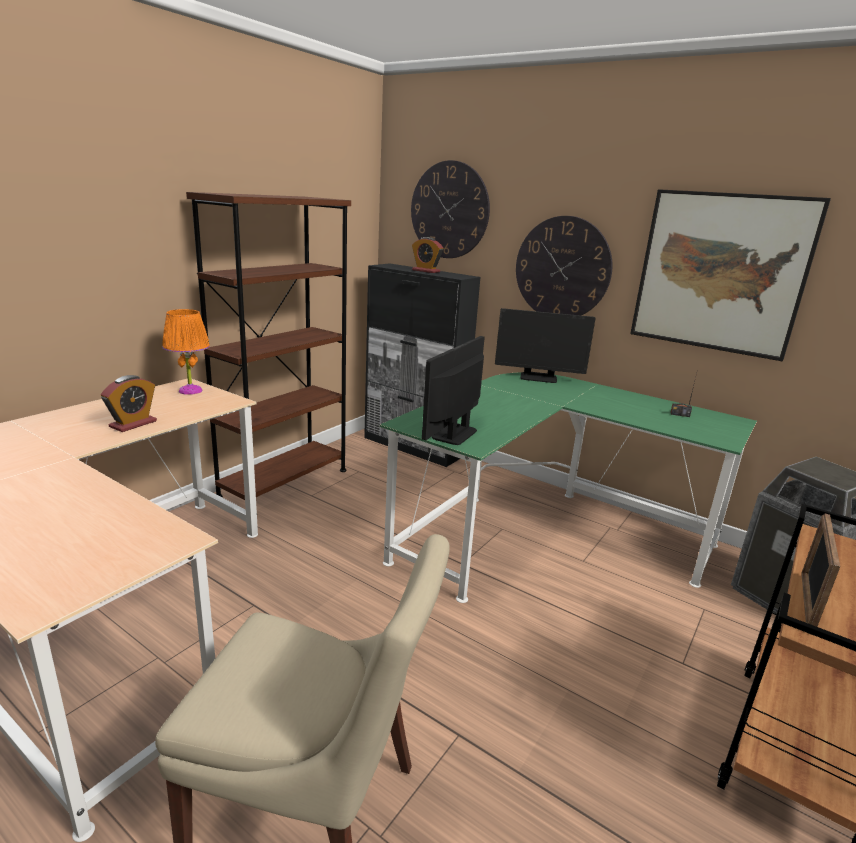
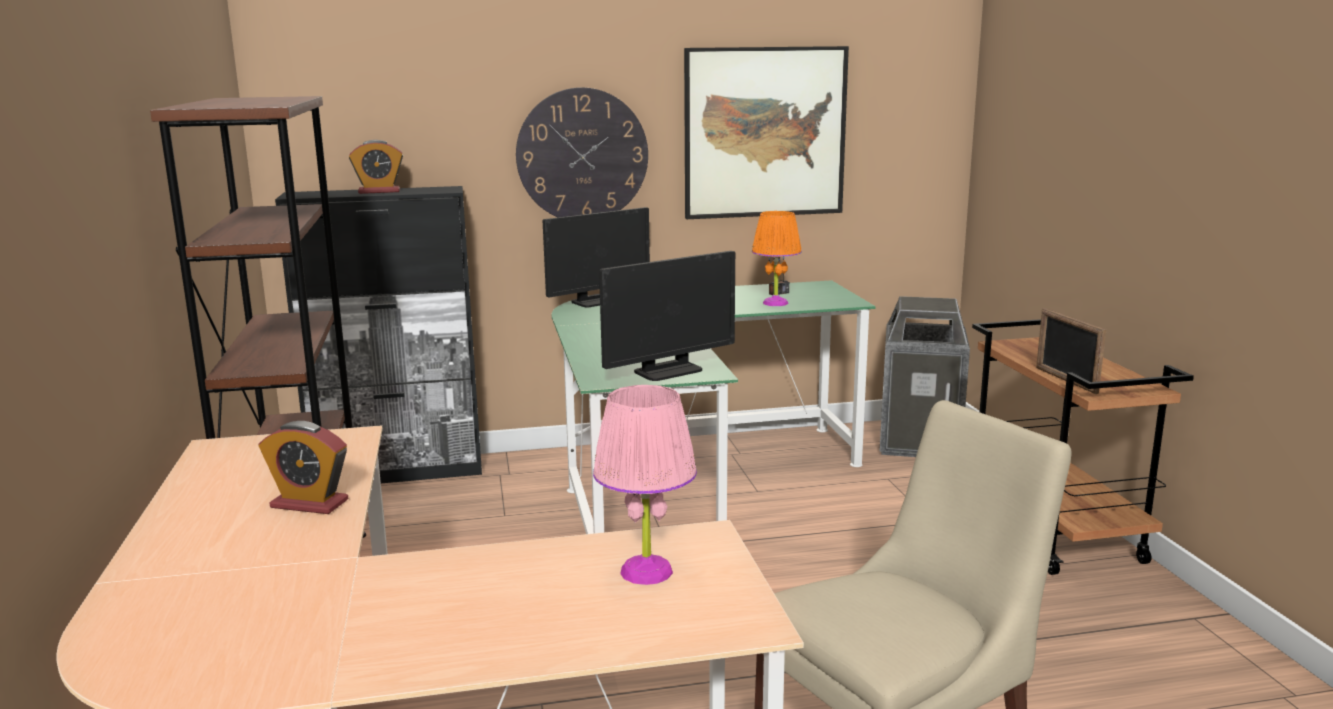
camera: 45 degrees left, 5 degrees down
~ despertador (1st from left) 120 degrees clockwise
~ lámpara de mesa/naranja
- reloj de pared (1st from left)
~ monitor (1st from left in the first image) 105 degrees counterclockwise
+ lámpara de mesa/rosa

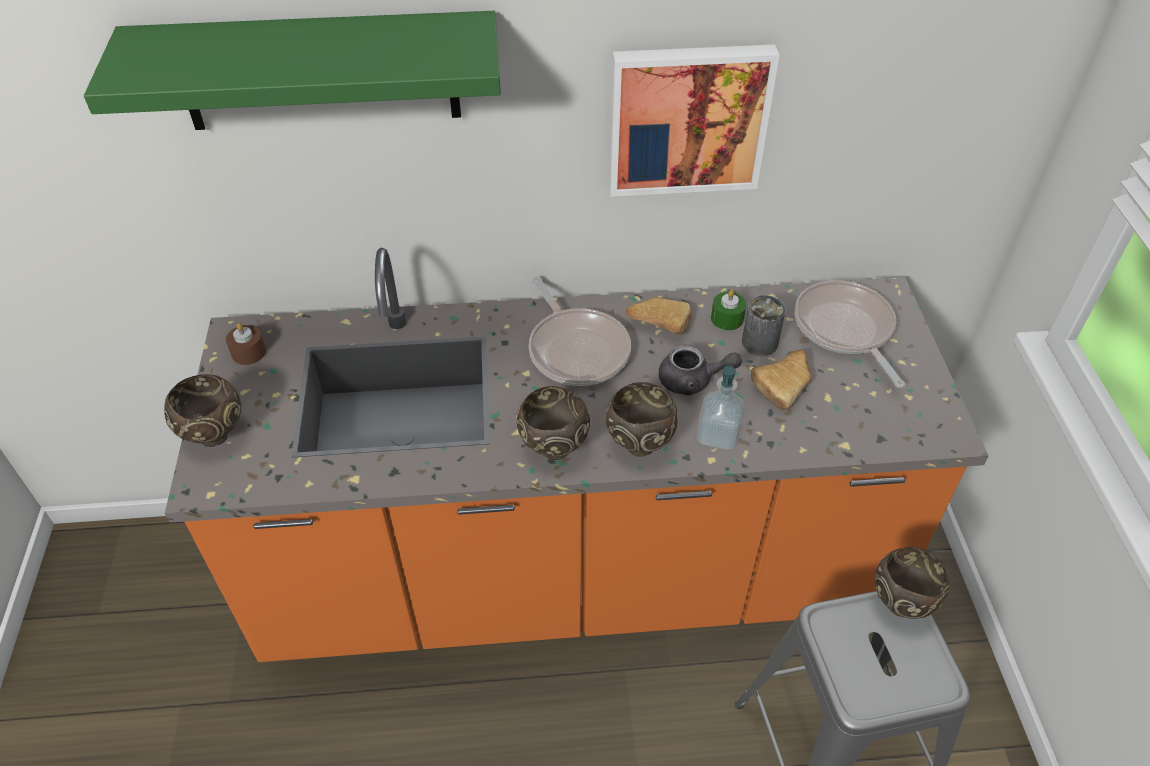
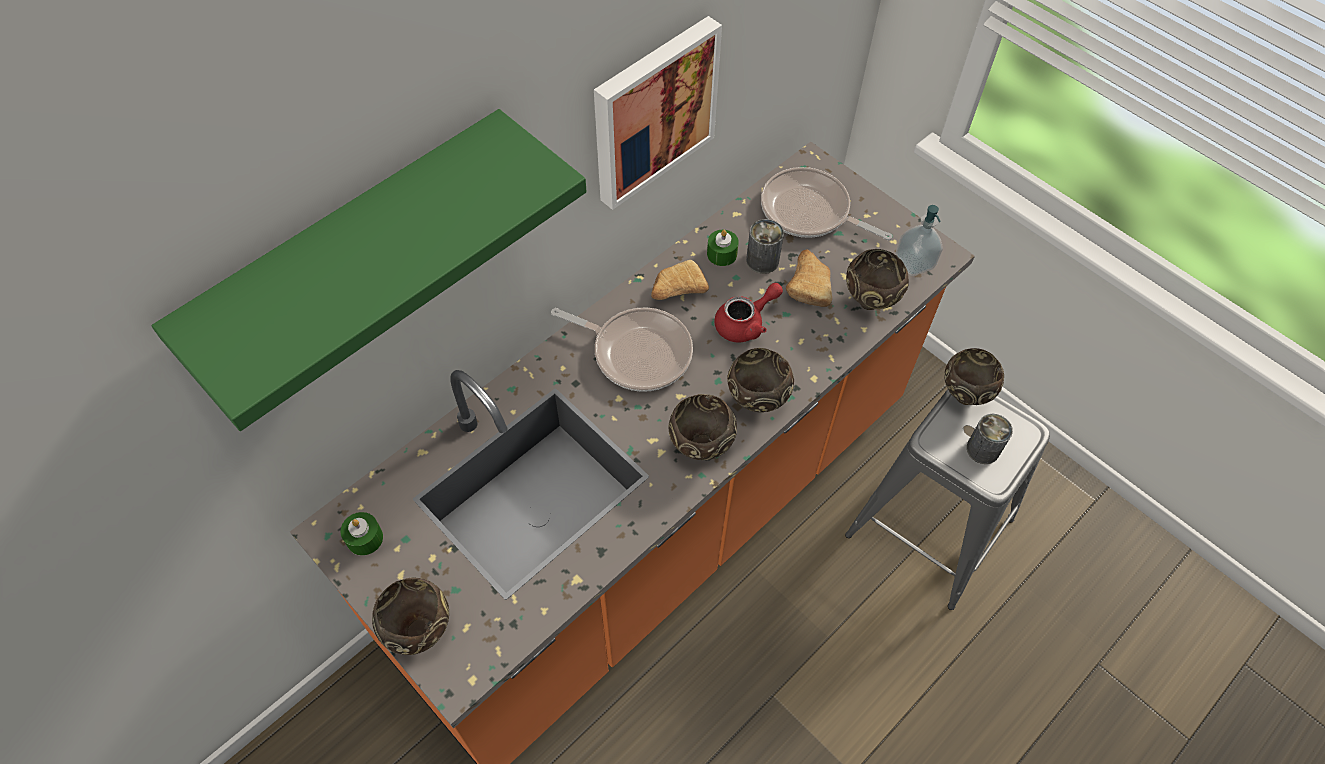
camera: 40 degrees left, 10 degrees up
~ vela/marrón to vela/verde (1st from left)
~ tetera/gris to tetera/rojo
~ dispensador de jabón
+ cuenco/marrón (4th from left)
+ lata (2nd from left)

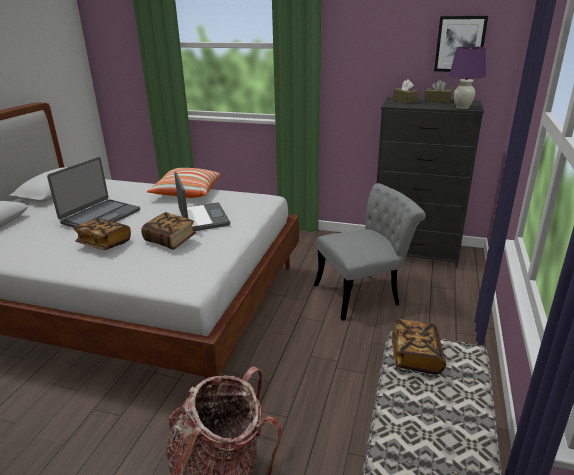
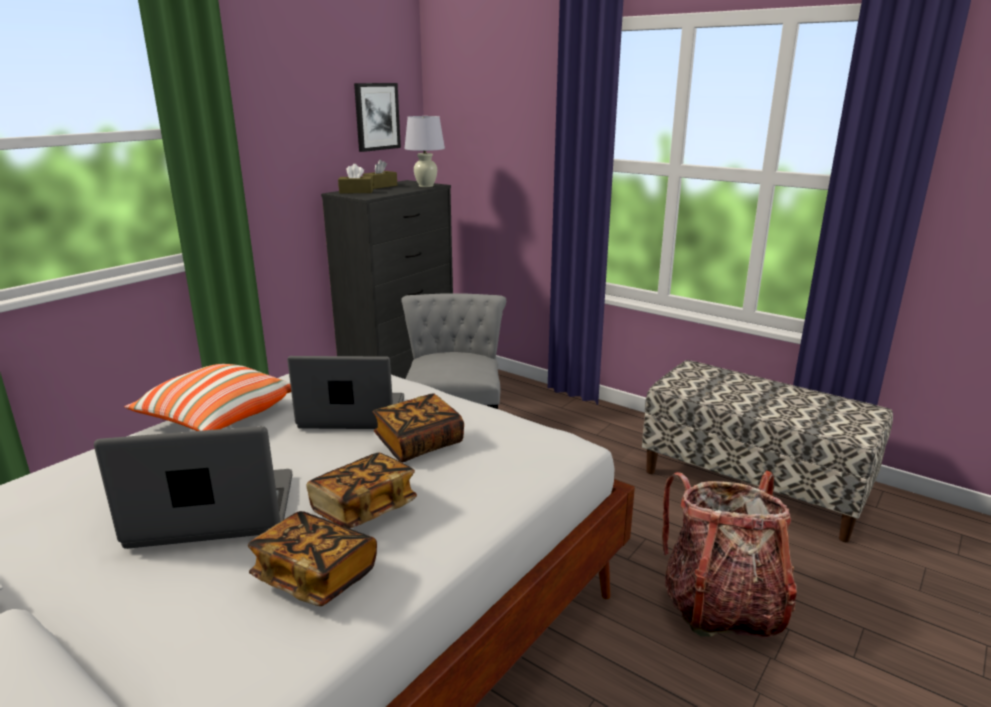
camera: 70 degrees left, 5 degrees down
~ portátil (1st from left) 60 degrees counterclockwise
~ libro (3rd from left in the first image) to libro (1st from left)
~ lámpara de mesa/morado to lámpara de mesa/blanco

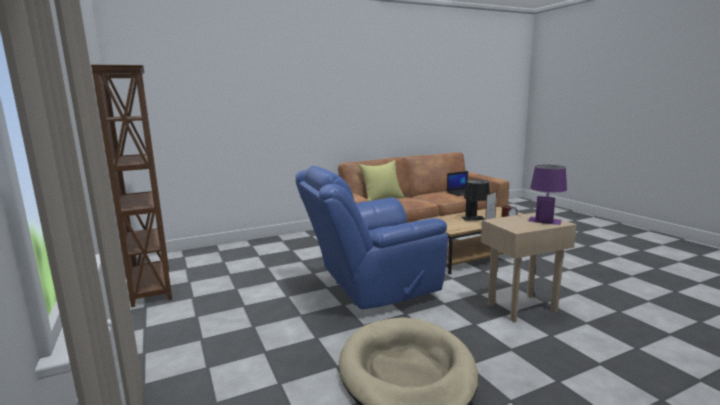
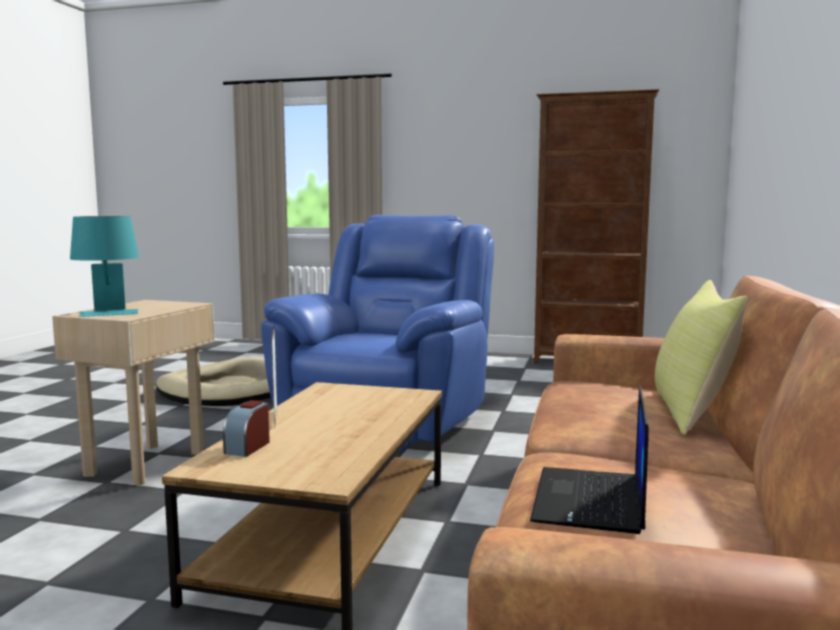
camera: 130 degrees right, 5 degrees down
- lámpara de mesa/negro
~ lámpara de mesa/morado to lámpara de mesa/turquesa

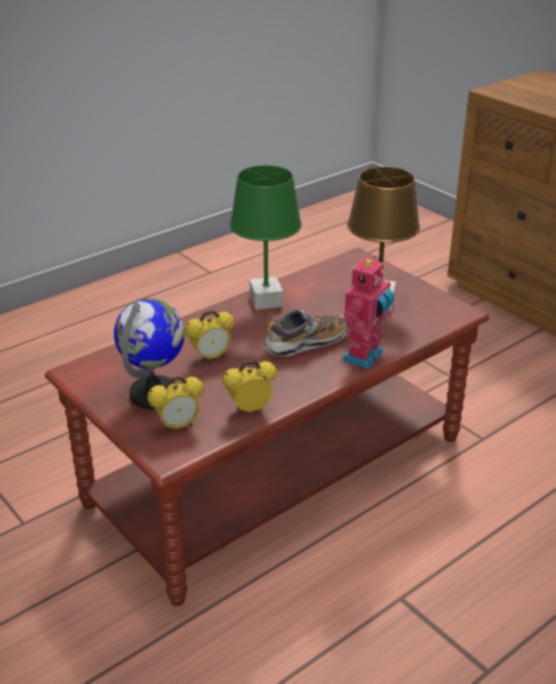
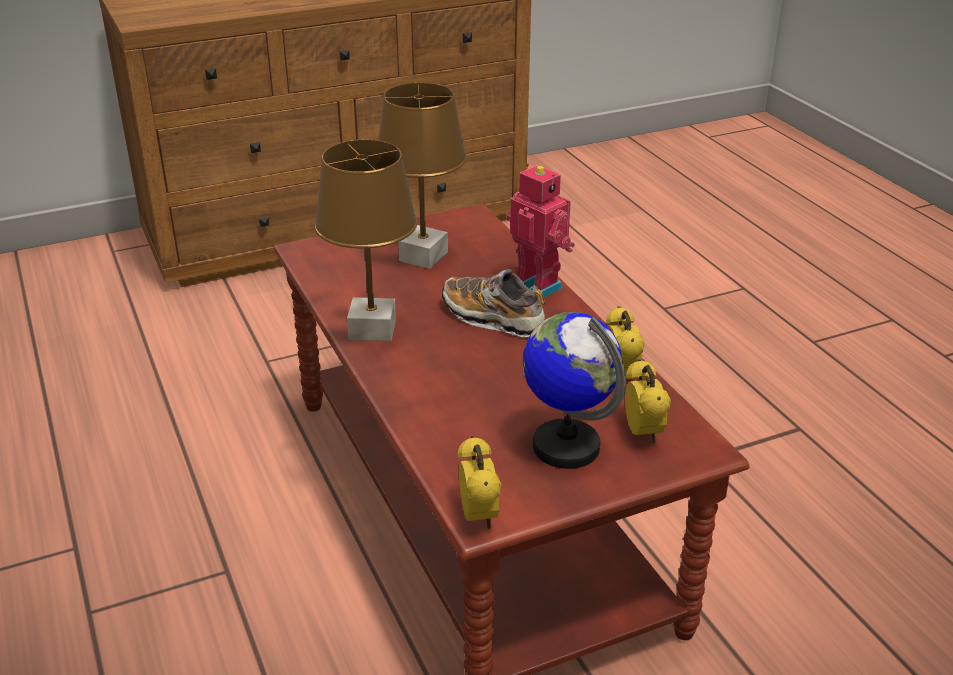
camera: 75 degrees left, 0 degrees up
~ despertador (2nd from left in the first image) to despertador (1st from left)
~ lámpara de mesa/verde to lámpara de mesa/marrón (1st from left)
~ zapato 45 degrees counterclockwise

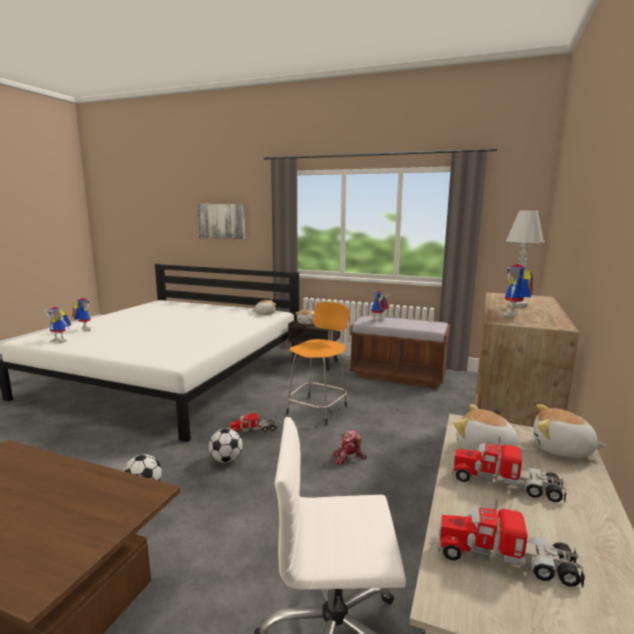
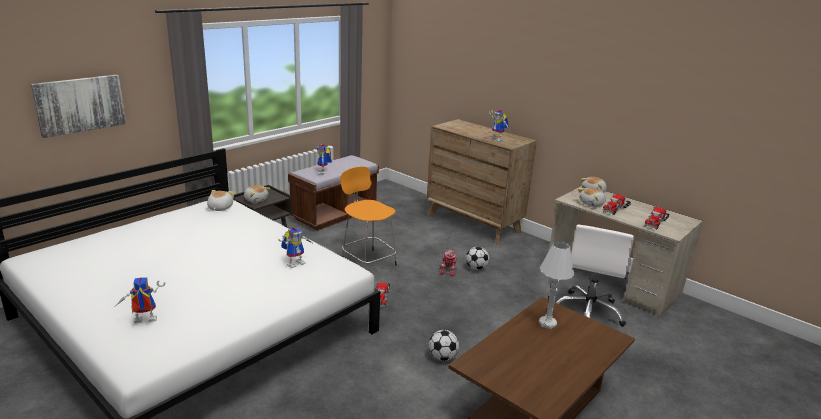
camera: 70 degrees left, 10 degrees up
~ robot de juguete (1st from left in the first image) to robot de juguete (2nd from left)
~ balón de fútbol (2nd from left)
~ lámpara de mesa/blanco

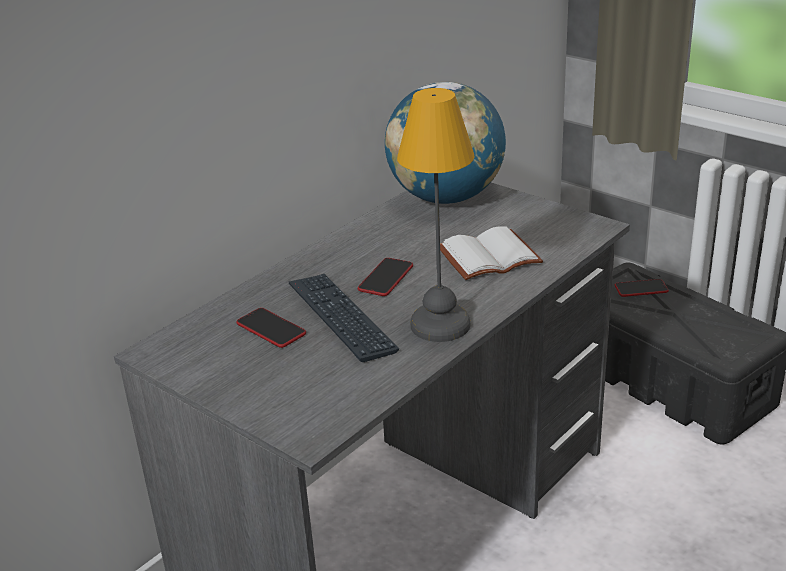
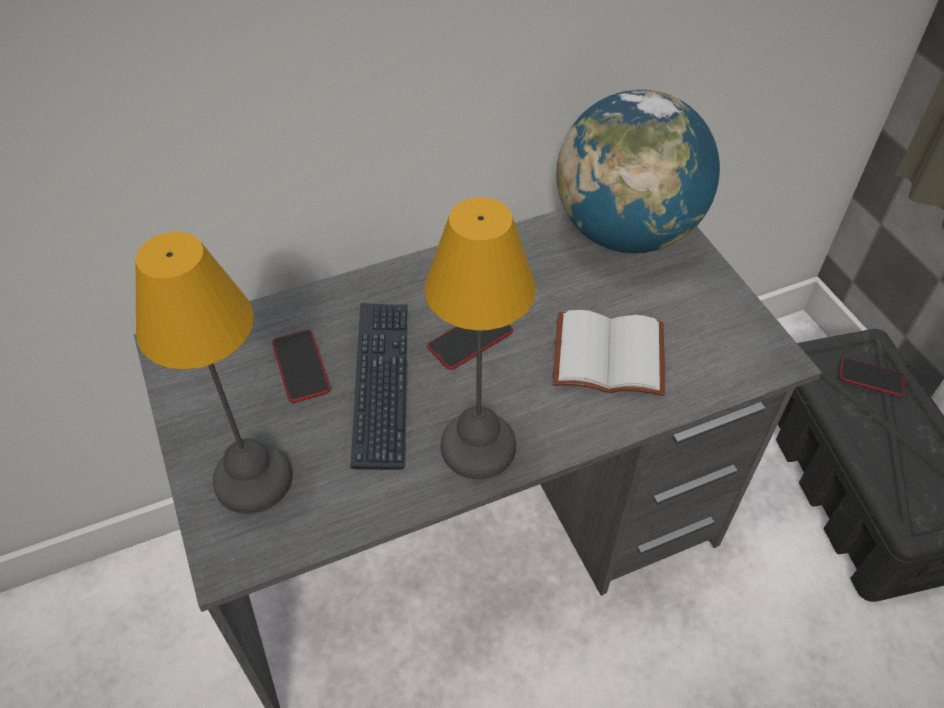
camera: 25 degrees right, 20 degrees up
+ lámpara de mesa (1st from left)

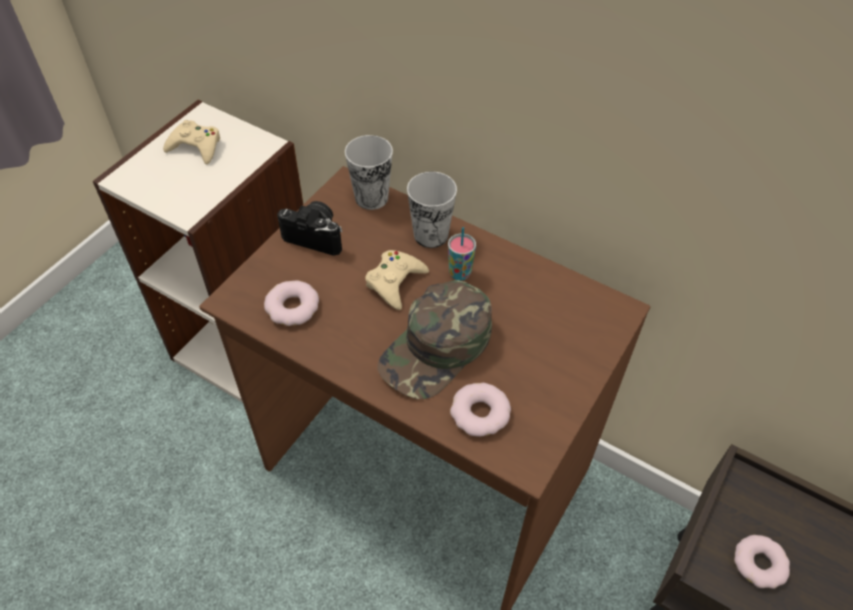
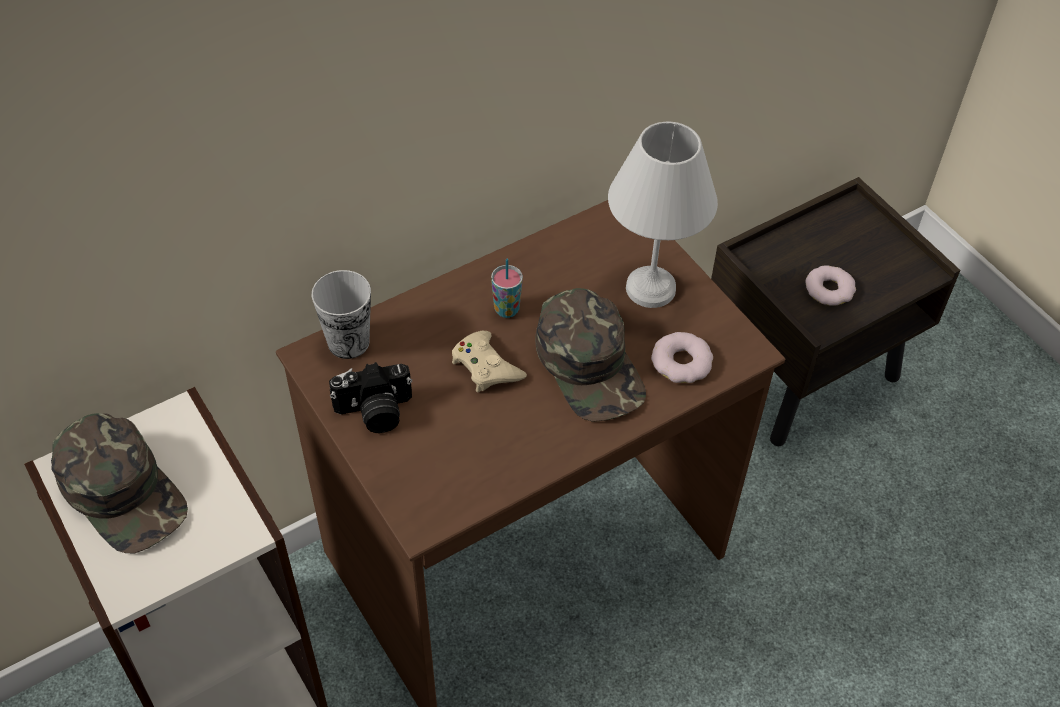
camera: 65 degrees left, 0 degrees up
~ mando de consola/beis (1st from left) to gorra/verde (1st from left)
- rosquilla (1st from left)
~ cámara 150 degrees counterclockwise
- taza (2nd from left)
+ lámpara de mesa/blanco

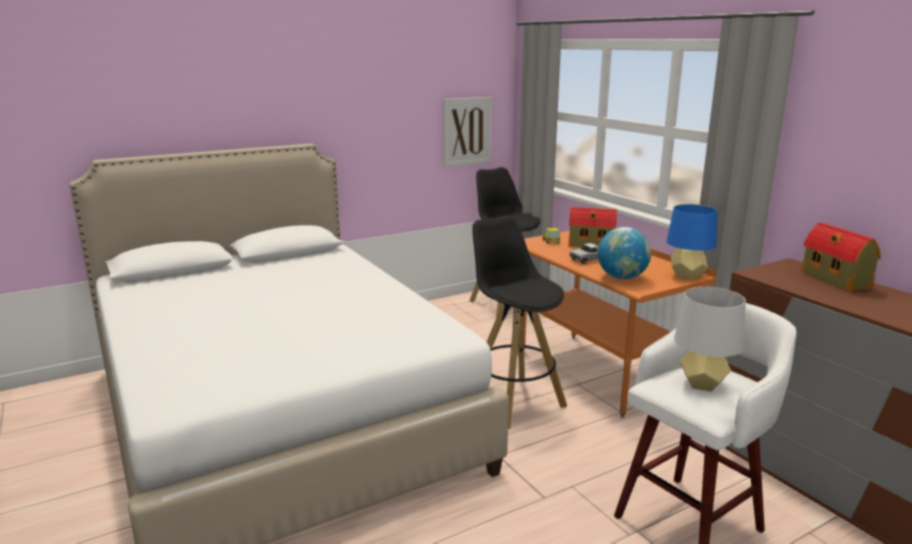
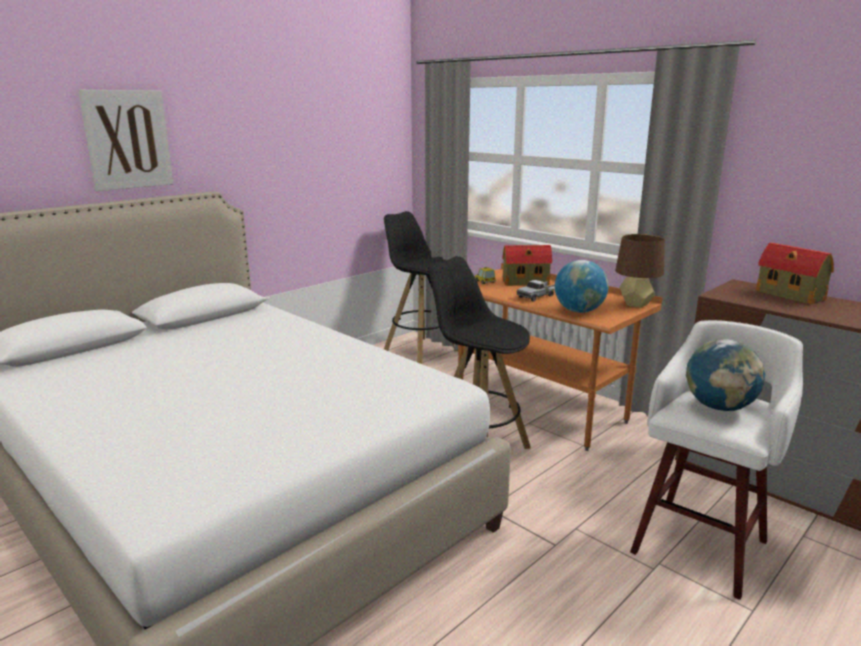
camera: 15 degrees left, 0 degrees up
~ cuadro
~ lámpara de mesa/azul to lámpara de mesa/marrón
~ lámpara de mesa/gris to globo terráqueo (2nd from left)

